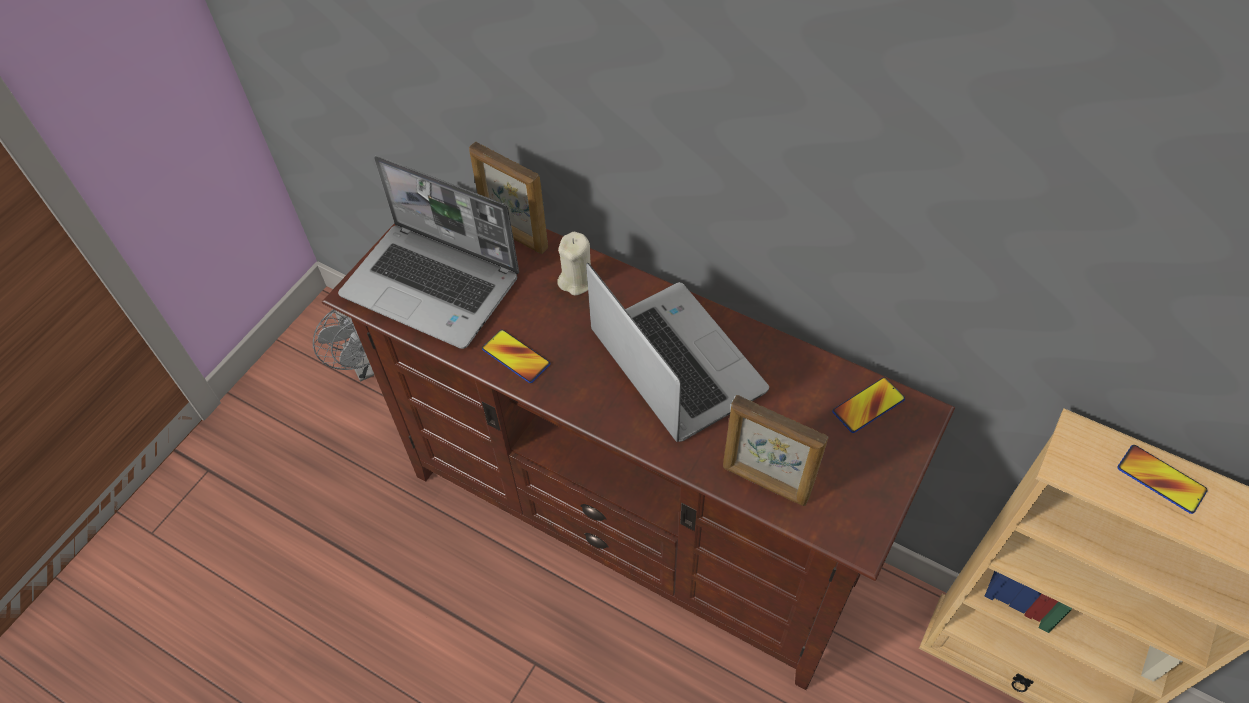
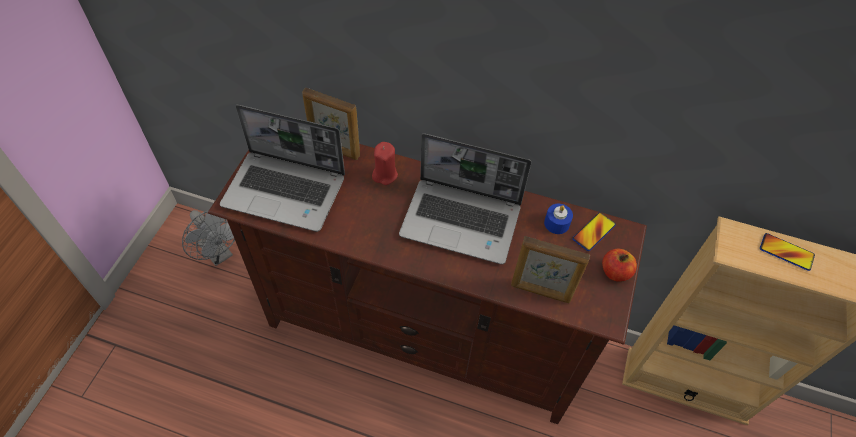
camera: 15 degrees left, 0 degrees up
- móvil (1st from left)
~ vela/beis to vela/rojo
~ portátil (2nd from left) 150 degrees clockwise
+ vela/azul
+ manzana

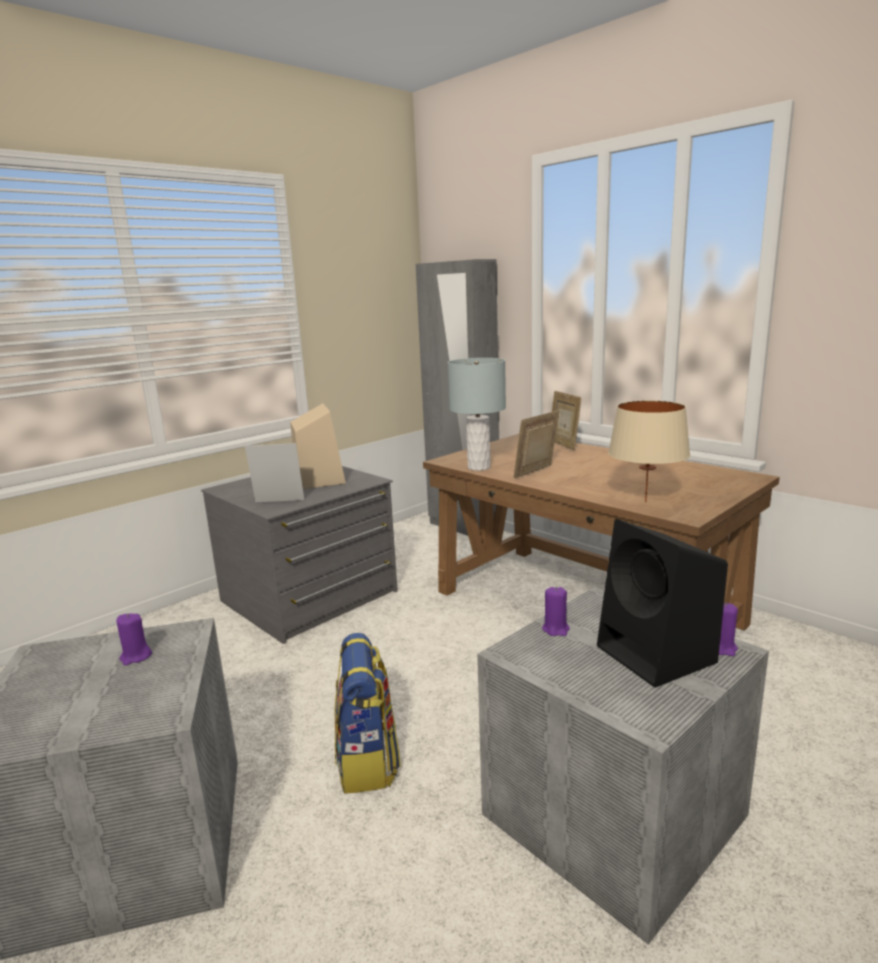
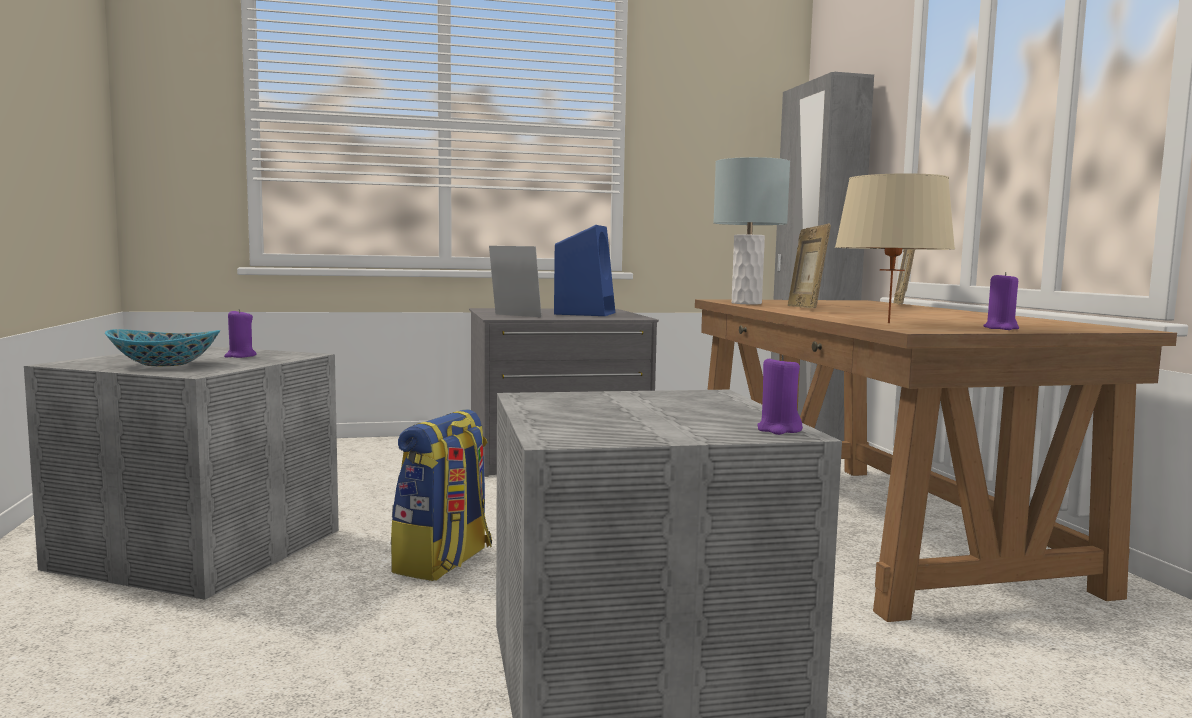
camera: 30 degrees right, 10 degrees down
~ altavoz/beis to altavoz/azul
~ portarretratos (2nd from left) 75 degrees counterclockwise
~ vela/morado (2nd from left in the first image) to vela/morado (3rd from left)
- altavoz/negro
+ cuenco

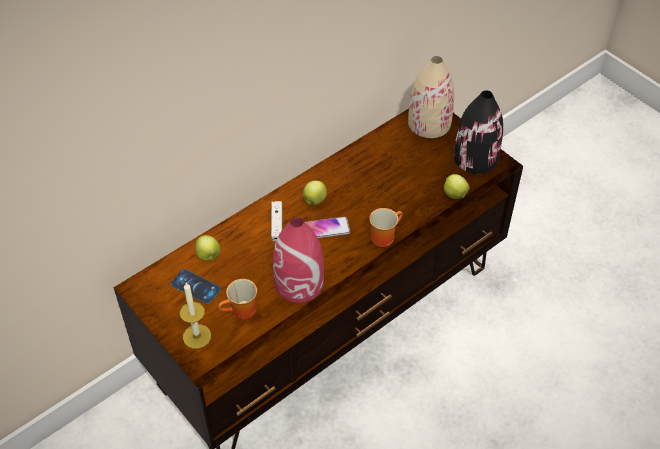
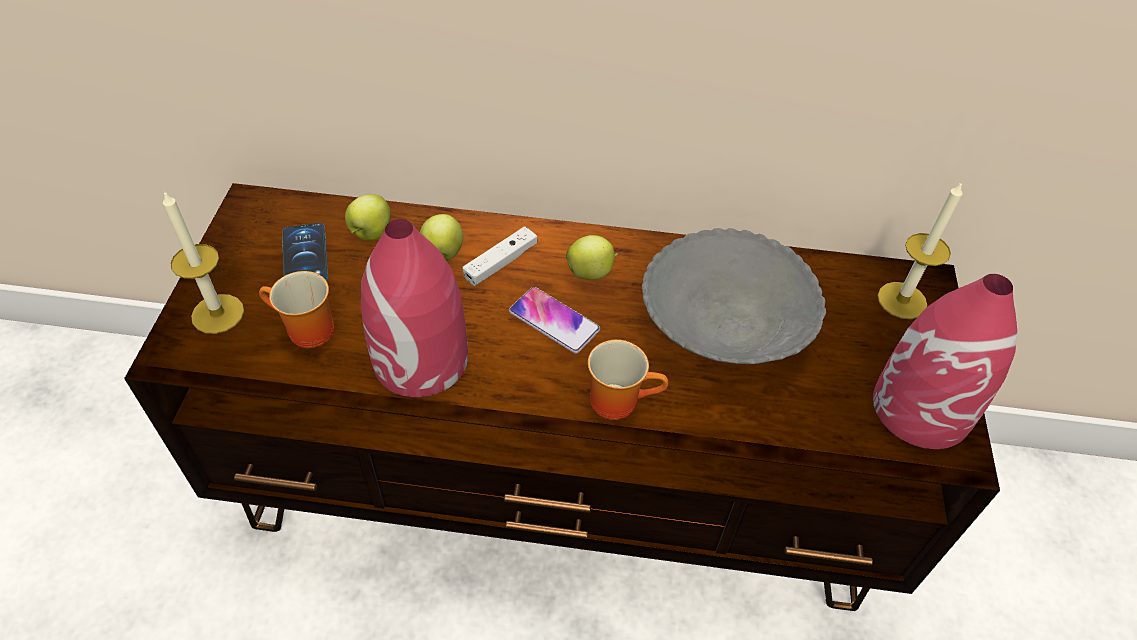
camera: 45 degrees right, 0 degrees up
~ florero/beis to vela (2nd from left)
~ manzana (3rd from left in the first image) to manzana (2nd from left)
~ florero/negro to florero/rojo (2nd from left)
+ cuenco/gris

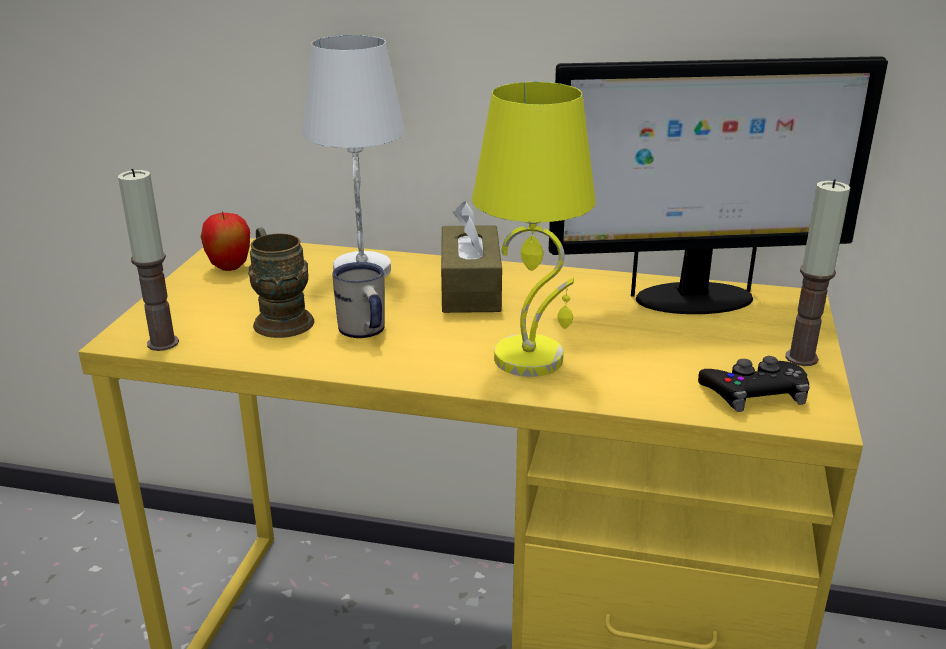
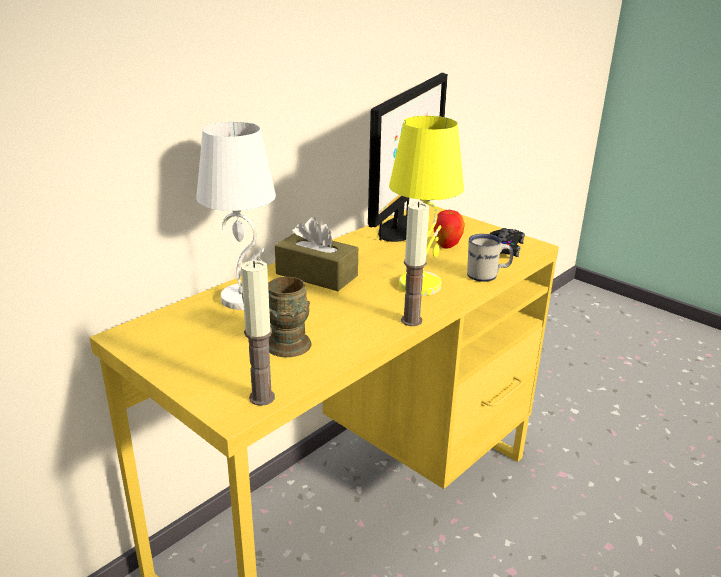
camera: 60 degrees left, 0 degrees up
~ manzana
~ taza grande/blanco
~ vela (2nd from left)

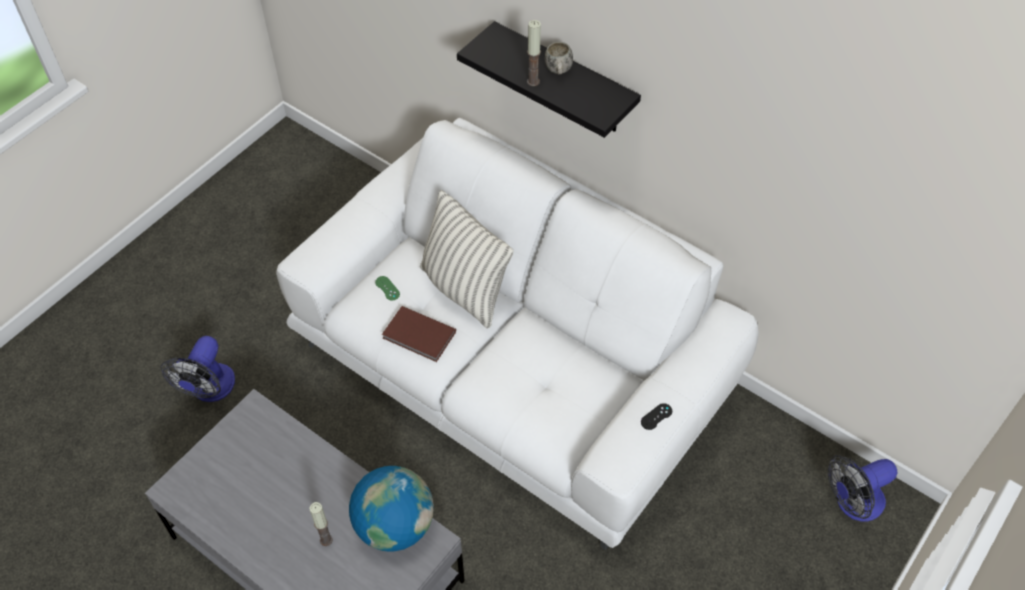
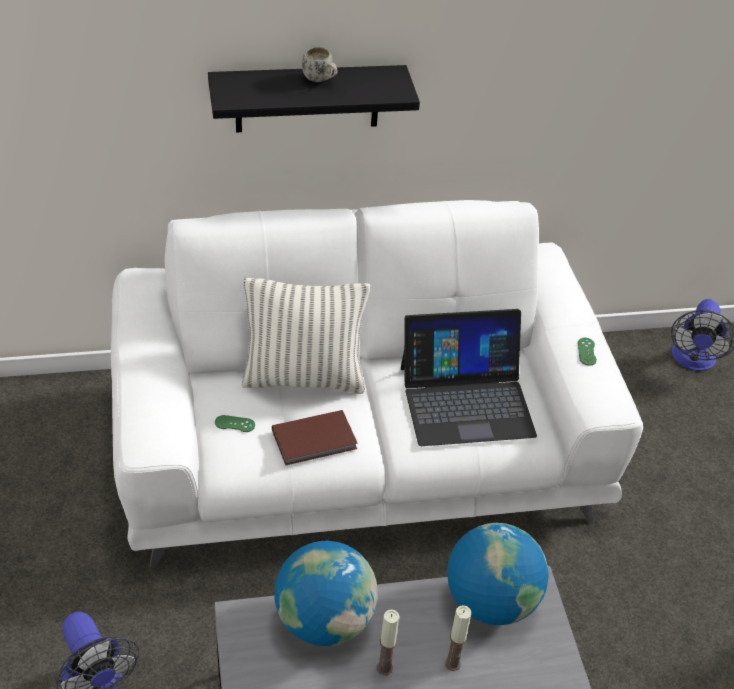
camera: 50 degrees left, 10 degrees down
~ vela (2nd from left in the first image) to vela (1st from left)
~ mando de consola/negro to mando de consola/verde (2nd from left)
+ globo terráqueo (1st from left)
+ portátil

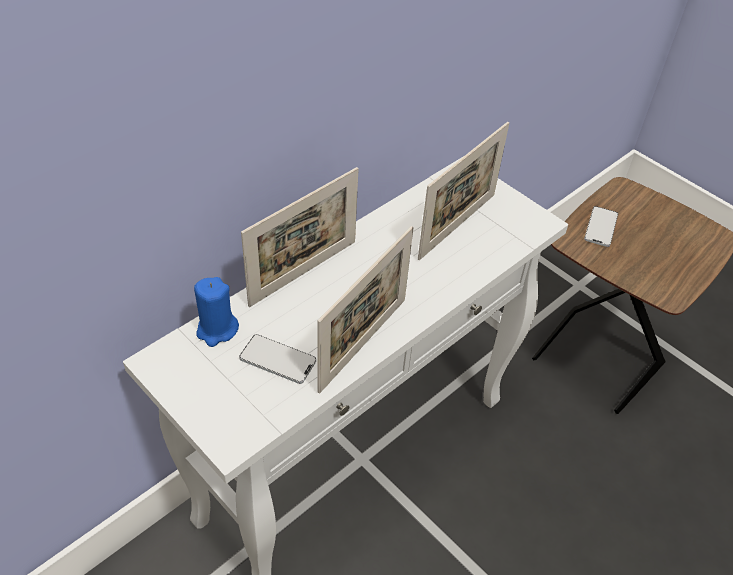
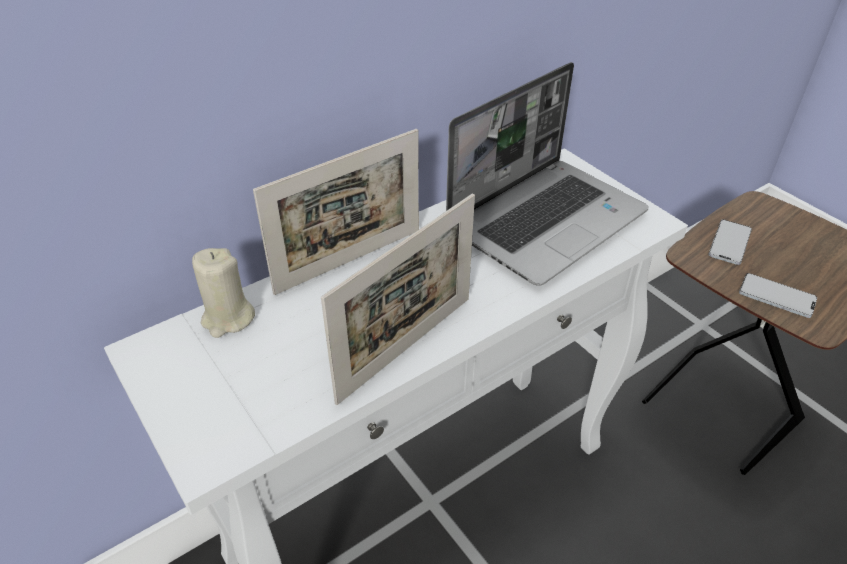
camera: 10 degrees right, 5 degrees down
~ vela/azul to vela/beis
~ móvil (1st from left in the first image) to móvil (2nd from left)
~ portarretratos (3rd from left) to portátil

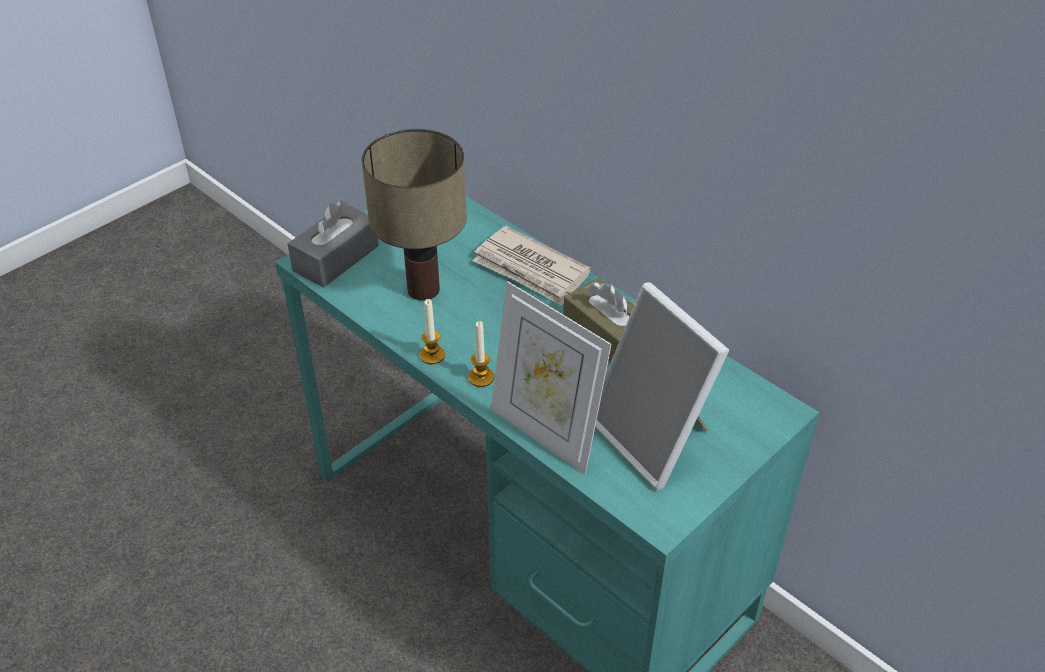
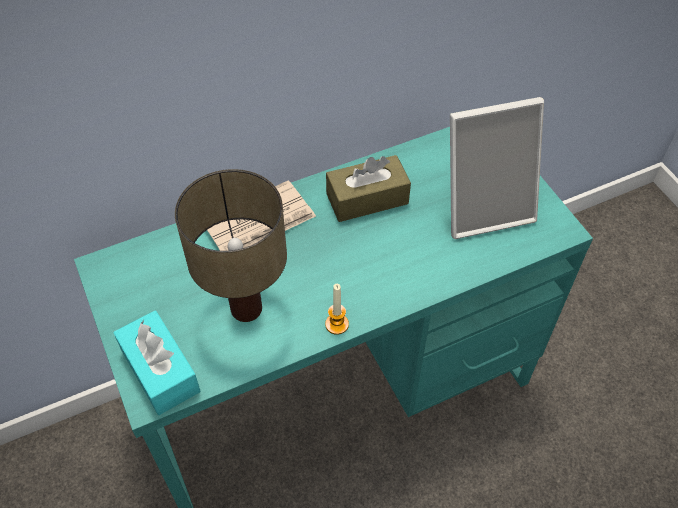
camera: 70 degrees left, 10 degrees up
~ caja de pañuelos/gris to caja de pañuelos/turquesa
- vela (2nd from left)
- portarretratos (1st from left)

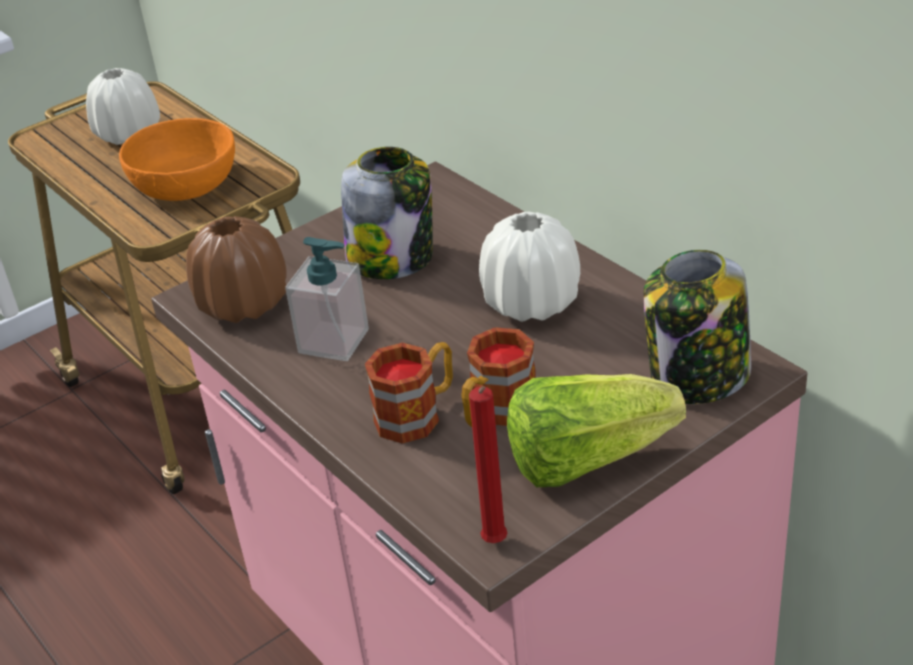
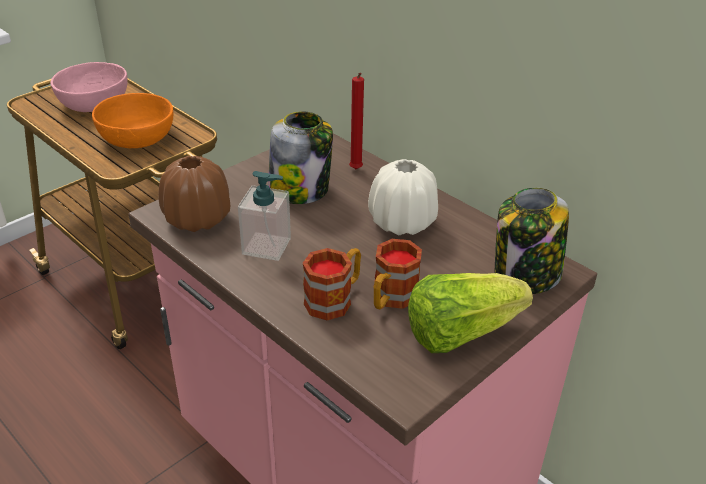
camera: 10 degrees left, 0 degrees up
~ florero/blanco (1st from left) to cuenco/rosa
~ vela/rojo

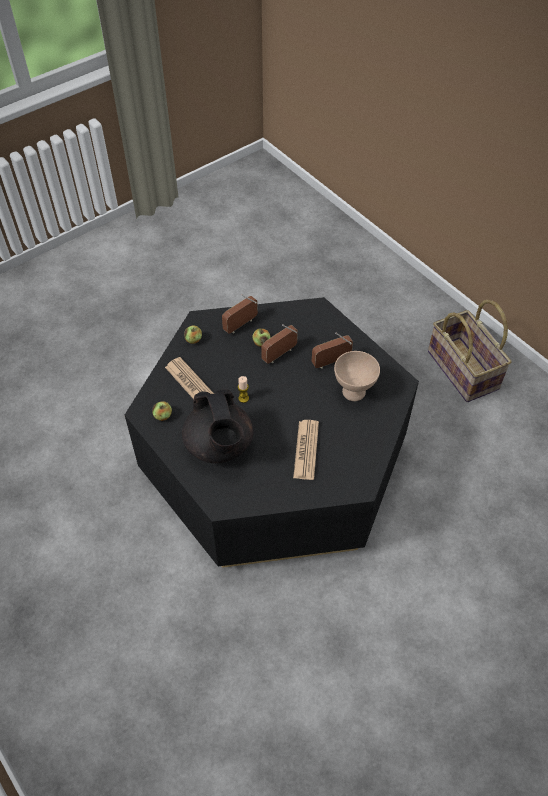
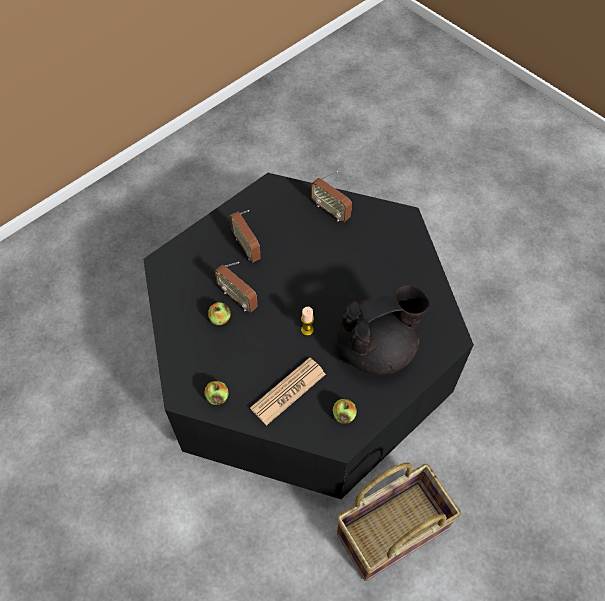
camera: 95 degrees left, 5 degrees up
~ radio (1st from left in the first image) to radio (3rd from left)
- periódico (2nd from left)
- cuenco/beis
~ cesta

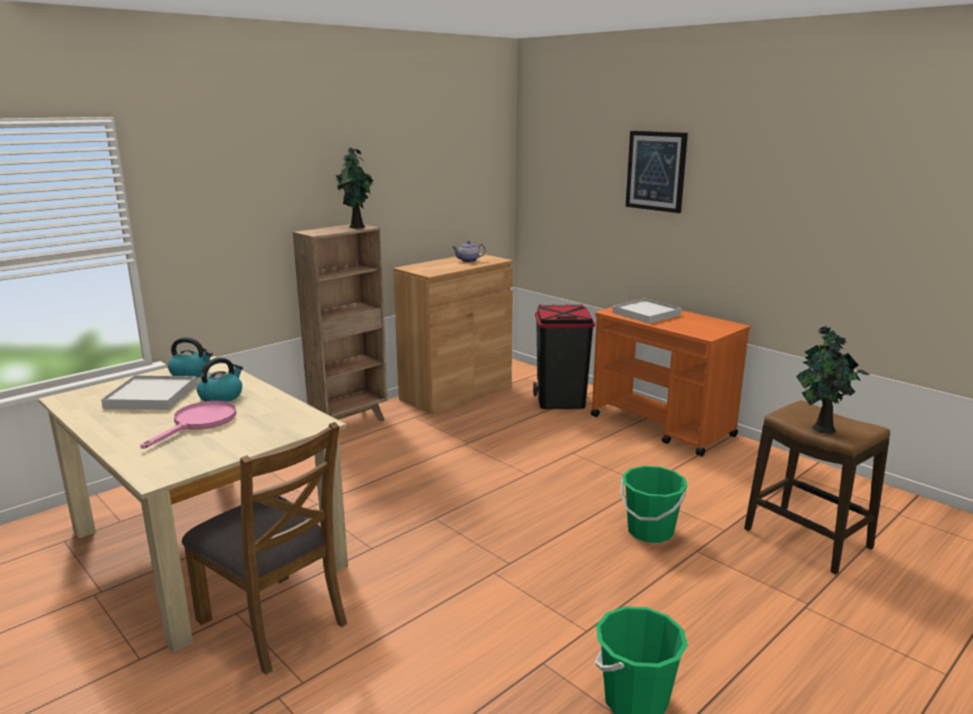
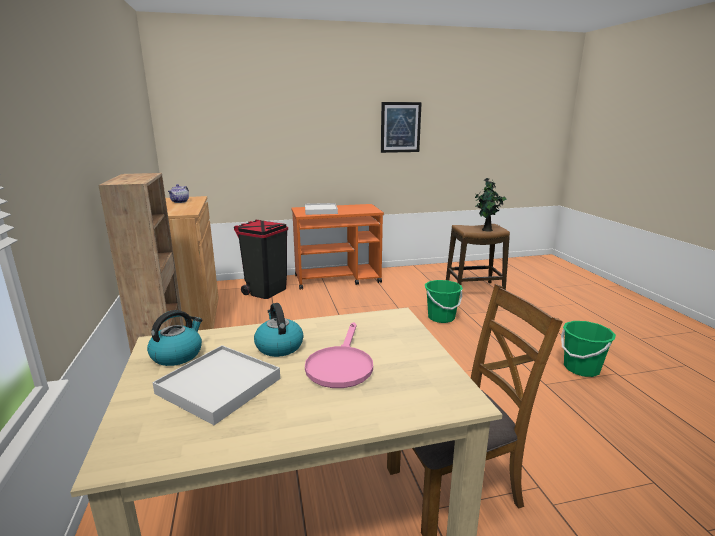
camera: 60 degrees left, 0 degrees up
~ sartén/rosa 135 degrees counterclockwise
- planta en maceta (1st from left)
~ cuadro

